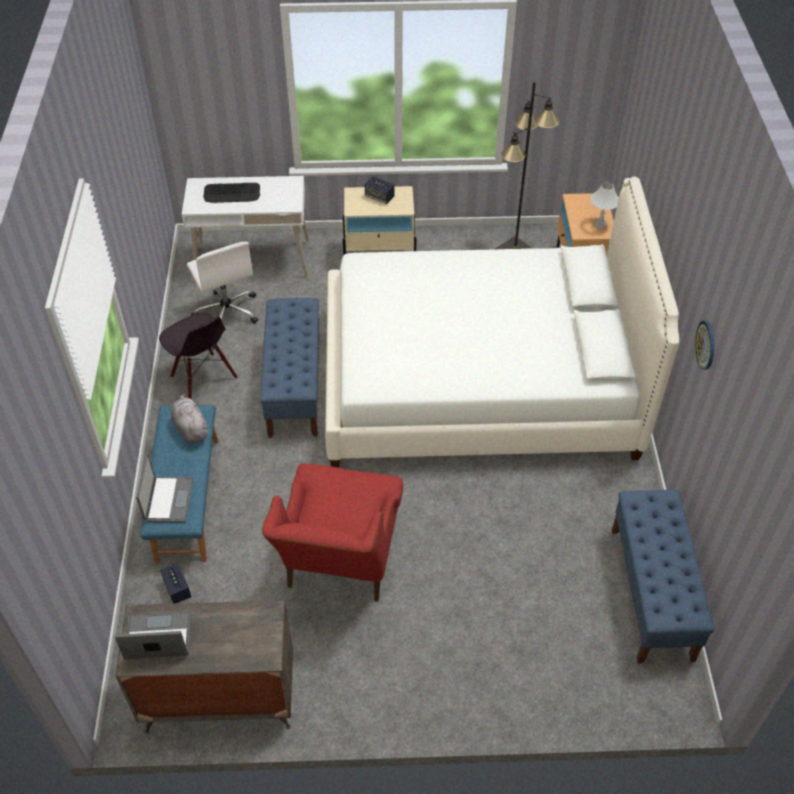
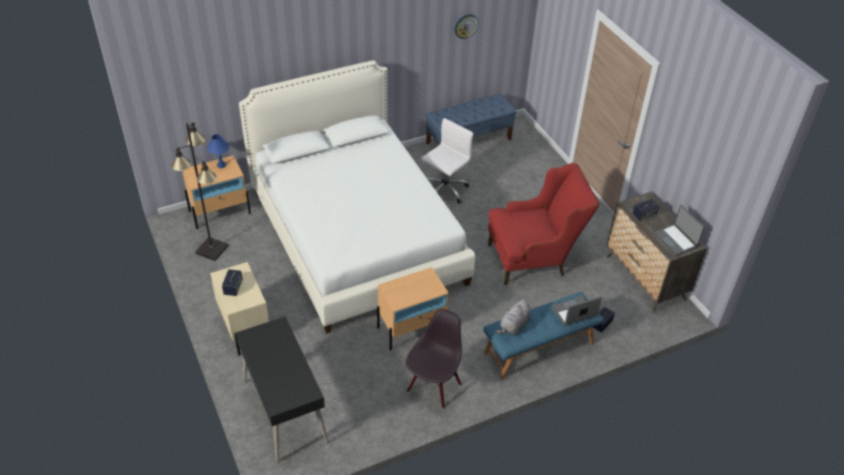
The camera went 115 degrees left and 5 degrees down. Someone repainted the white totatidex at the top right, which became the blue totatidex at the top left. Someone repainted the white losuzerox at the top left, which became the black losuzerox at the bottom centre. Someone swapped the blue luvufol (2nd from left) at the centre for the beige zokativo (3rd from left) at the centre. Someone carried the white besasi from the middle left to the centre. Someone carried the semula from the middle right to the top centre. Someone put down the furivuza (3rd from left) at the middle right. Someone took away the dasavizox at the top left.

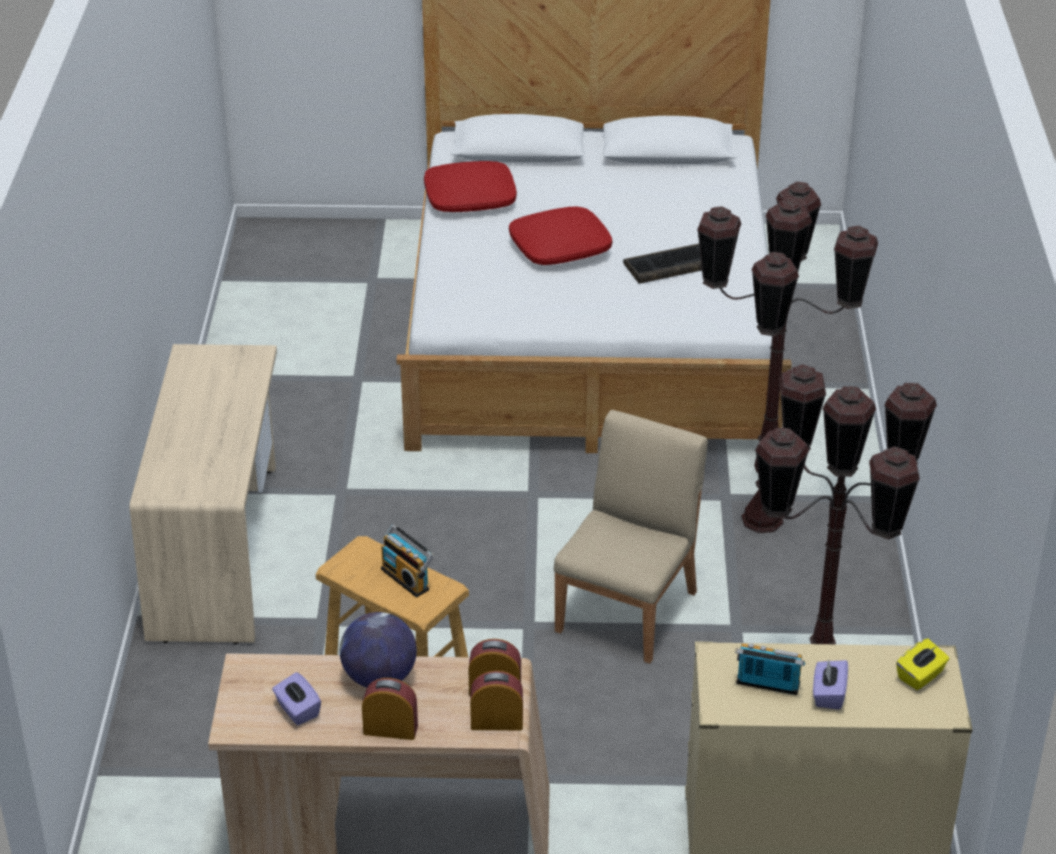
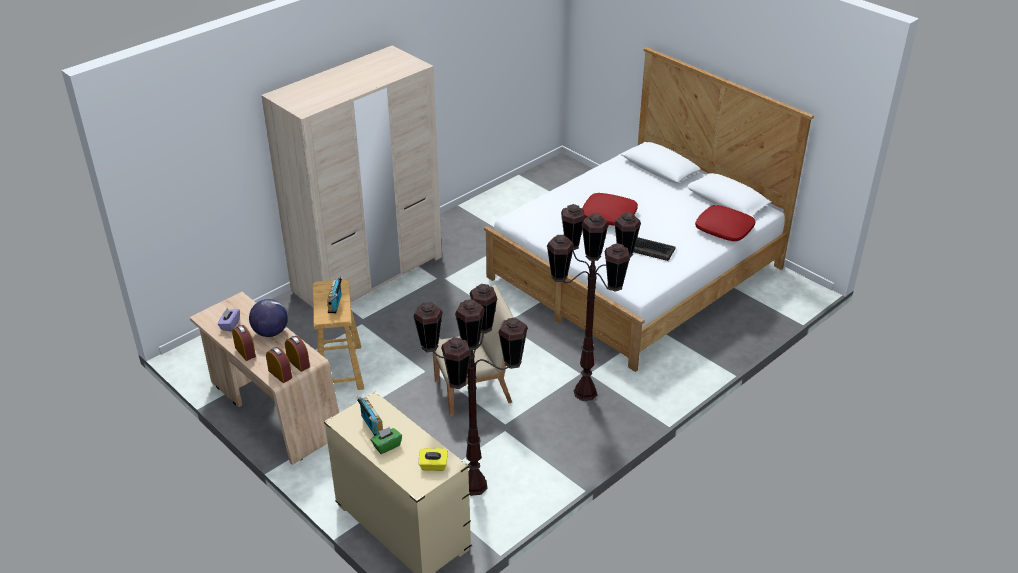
The camera went 45 degrees right and 0 degrees up. Someone swapped the beige losuzerox (1st from left) at the middle left for the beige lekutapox at the top centre. Someone repainted the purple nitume (2nd from left) at the bottom right, which became the green nitume at the bottom centre. Someone carried the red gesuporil (1st from left in the first image) from the top centre to the middle right.

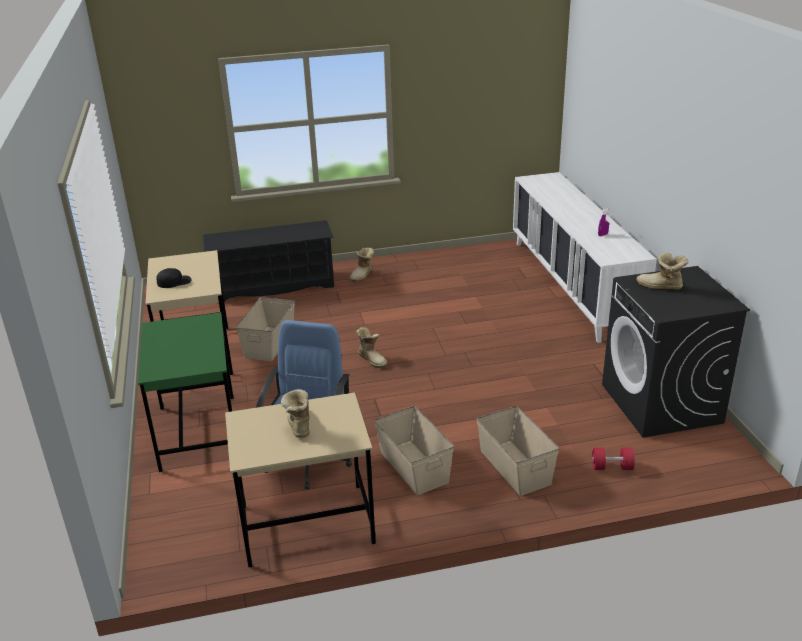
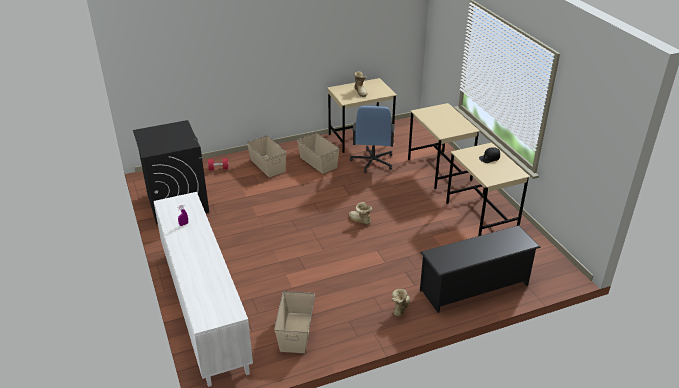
The camera went 170 degrees right and 5 degrees up. Someone carried the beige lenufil (1st from left in the first image) from the middle left to the bottom centre. Someone repainted the green losuzerox at the middle left, which became the beige losuzerox (2nd from left) at the centre. Someone took away the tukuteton (4th from left) at the middle right.

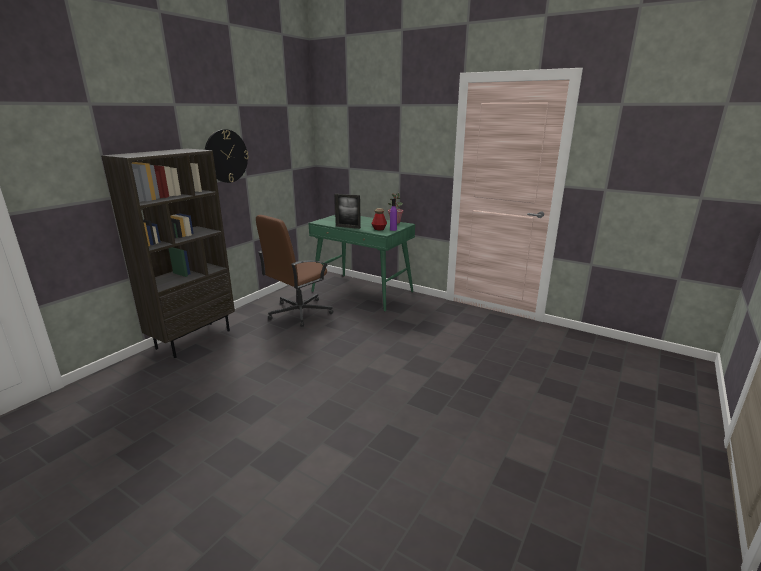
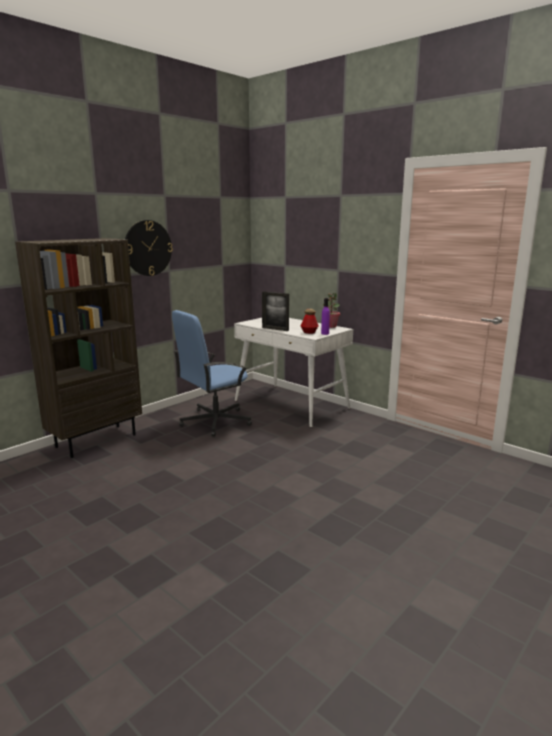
The camera went 10 degrees right and 5 degrees down. Someone repainted the brown besasi at the centre, which became the blue besasi at the centre. Someone repainted the green losuzerox at the centre, which became the white losuzerox at the centre.

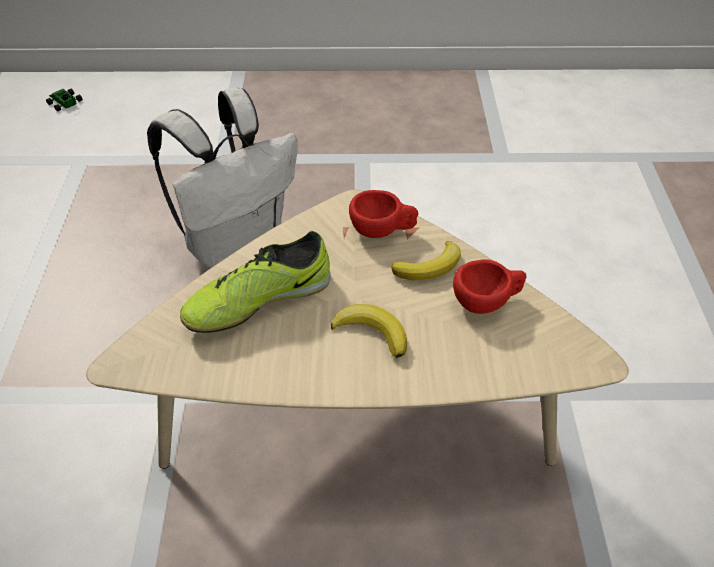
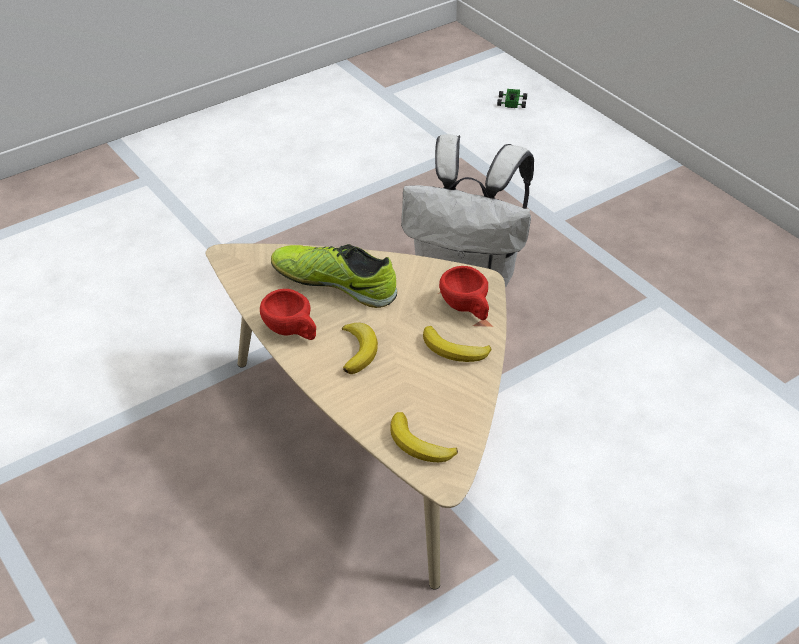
The camera went 55 degrees right and 5 degrees down. Someone carried the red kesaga (2nd from left in the first image) from the middle right to the centre. Someone put down the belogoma (2nd from left) at the bottom centre.

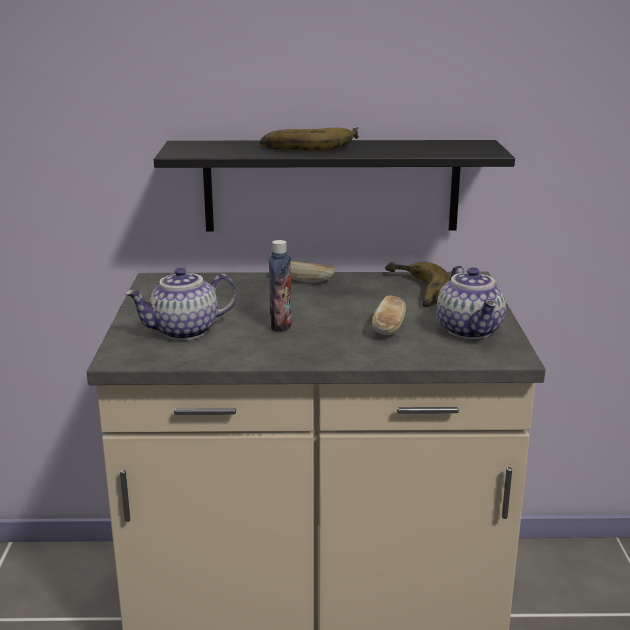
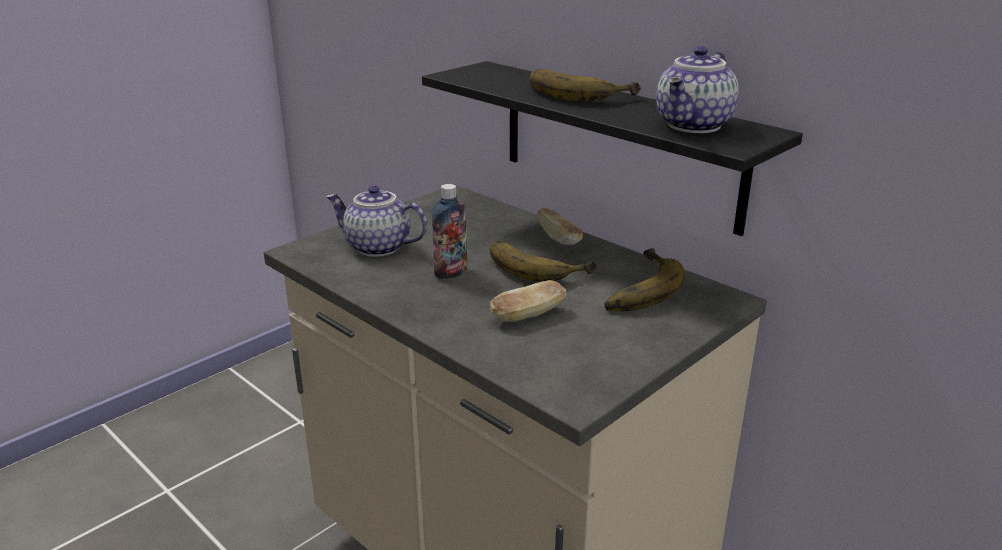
The camera went 45 degrees right and 5 degrees up. Someone put down the belogoma (1st from left) at the centre. Someone carried the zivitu (2nd from left) from the middle right to the top right.

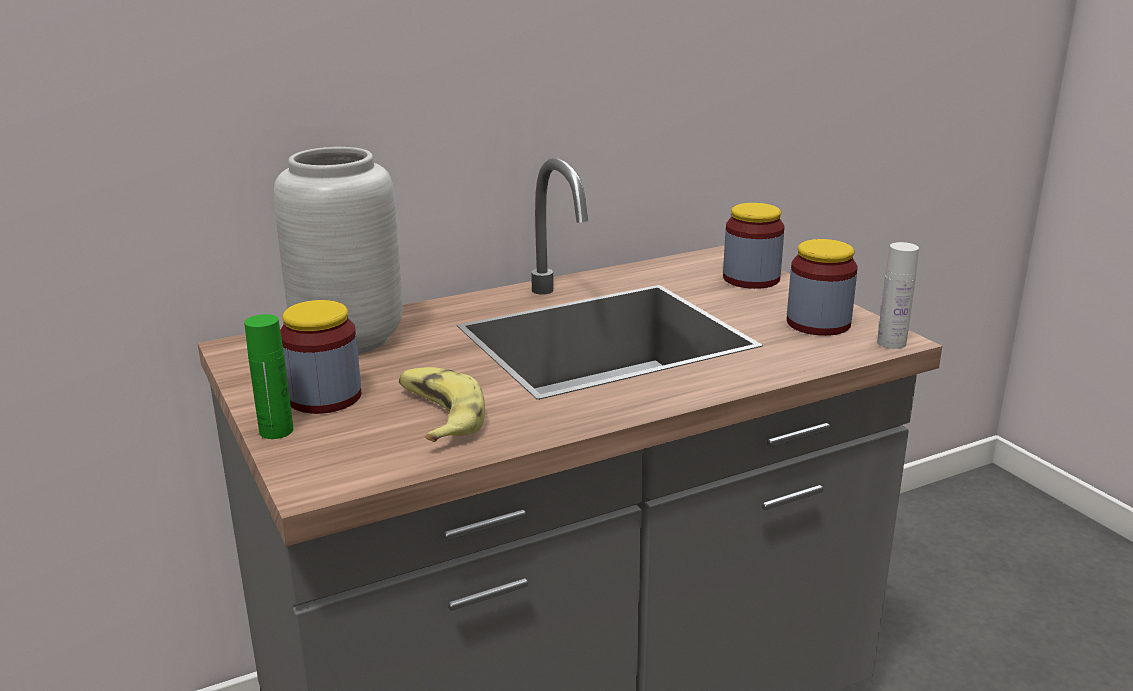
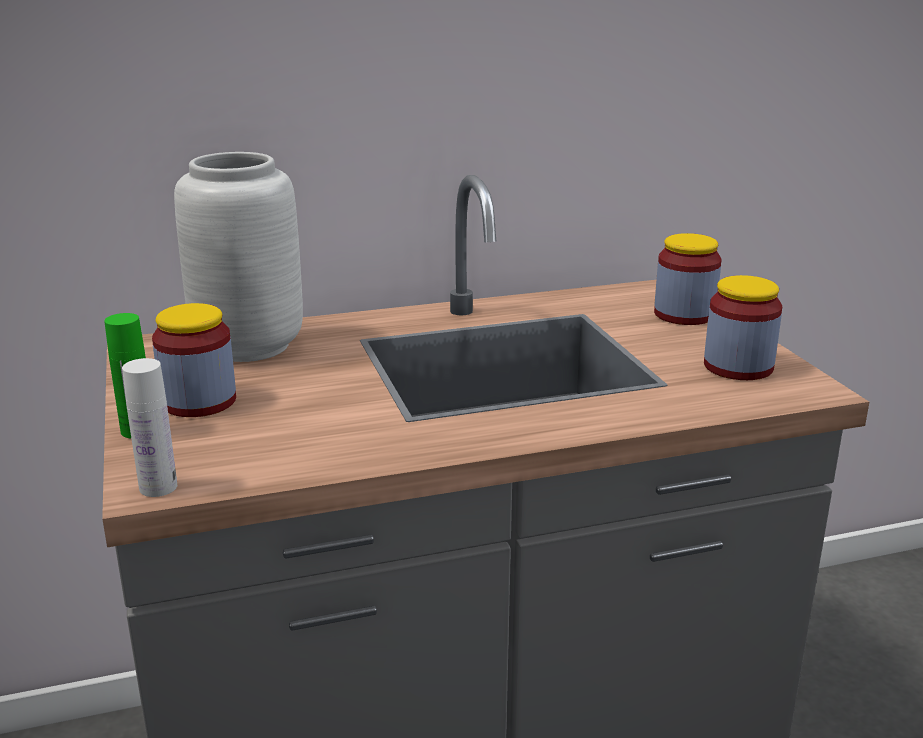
The camera went 10 degrees right and 0 degrees up. Someone carried the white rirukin from the middle right to the middle left. Someone took away the belogoma at the centre.

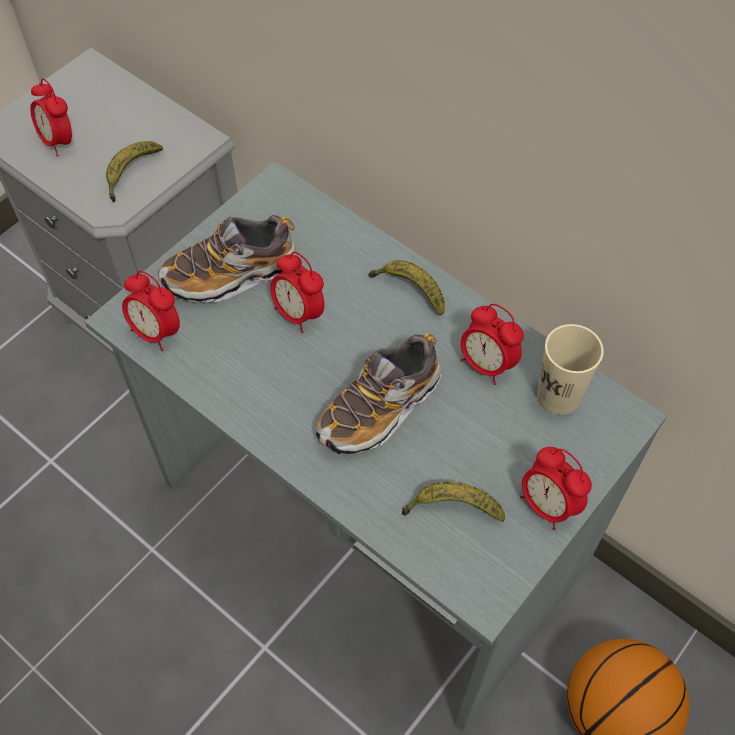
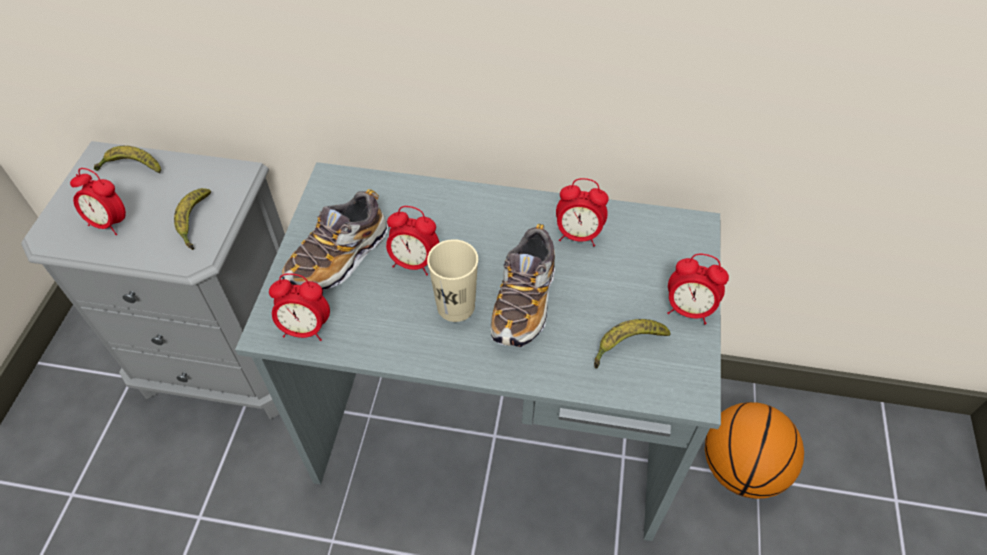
The camera went 30 degrees left and 5 degrees down. Someone carried the belogoma (2nd from left in the first image) from the centre to the top left. Someone carried the beige kesaga from the middle right to the centre.

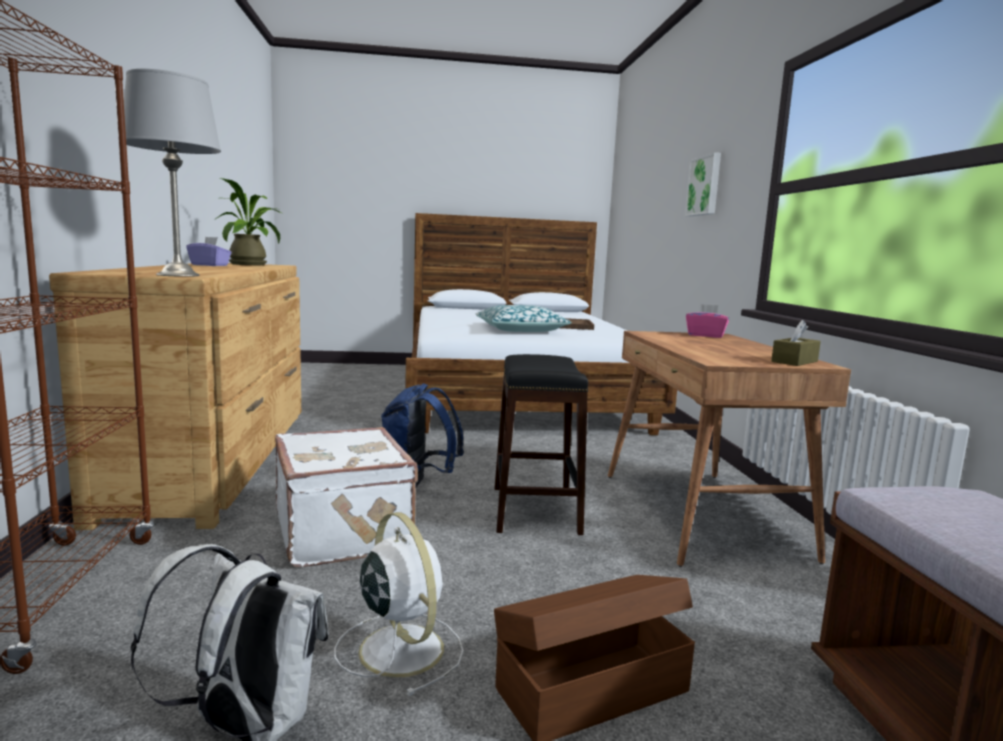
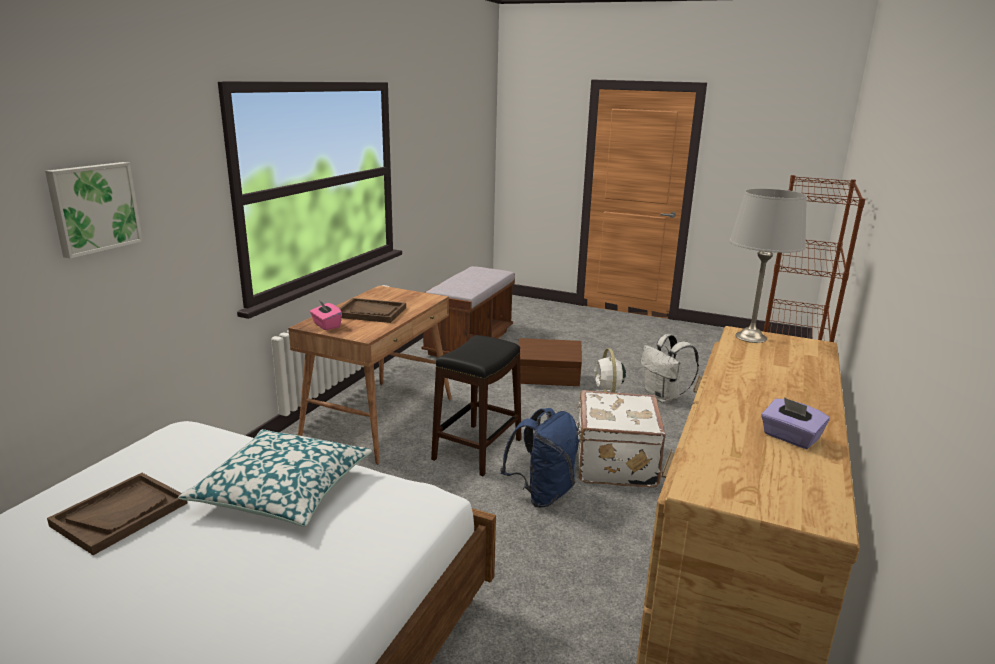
The camera went 150 degrees left and 10 degrees up. Someone put down the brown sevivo (2nd from left) at the centre. Someone took away the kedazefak at the top left. Someone took away the brown nitume at the middle right.

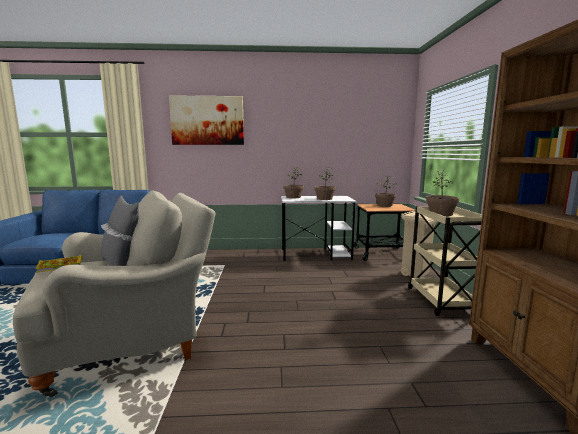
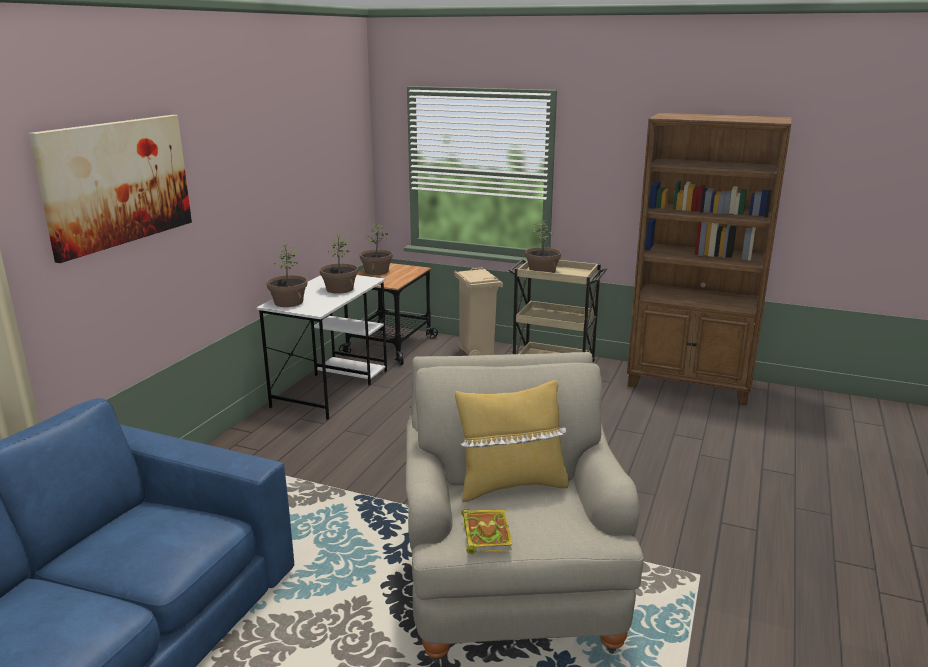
The camera went 65 degrees left and 10 degrees up. Someone repainted the grey gesuporil at the middle left, which became the yellow gesuporil at the centre.

